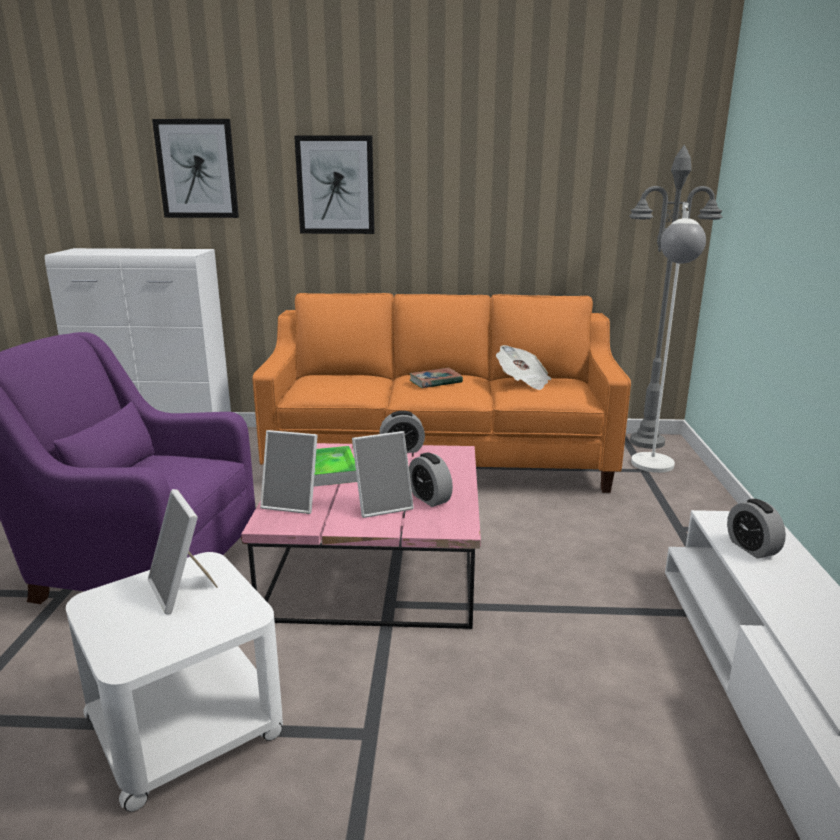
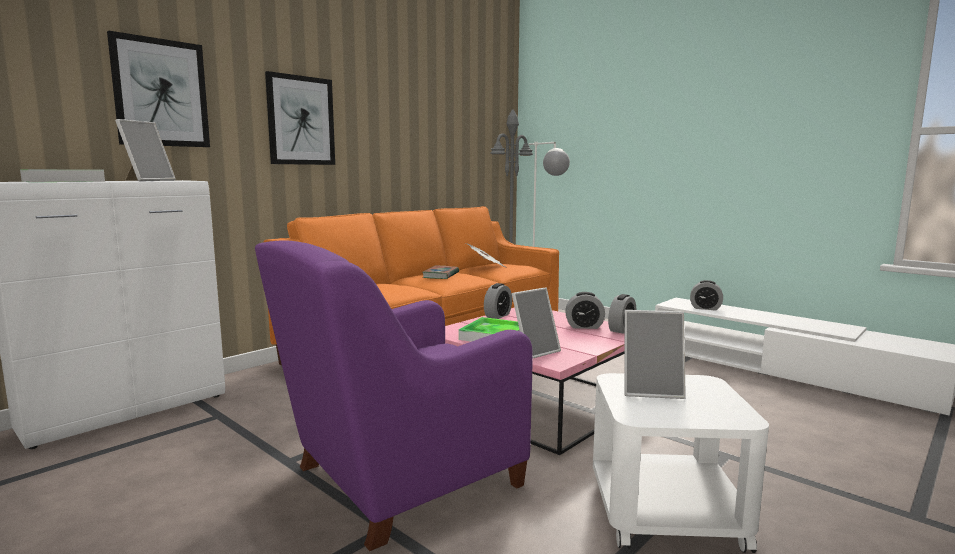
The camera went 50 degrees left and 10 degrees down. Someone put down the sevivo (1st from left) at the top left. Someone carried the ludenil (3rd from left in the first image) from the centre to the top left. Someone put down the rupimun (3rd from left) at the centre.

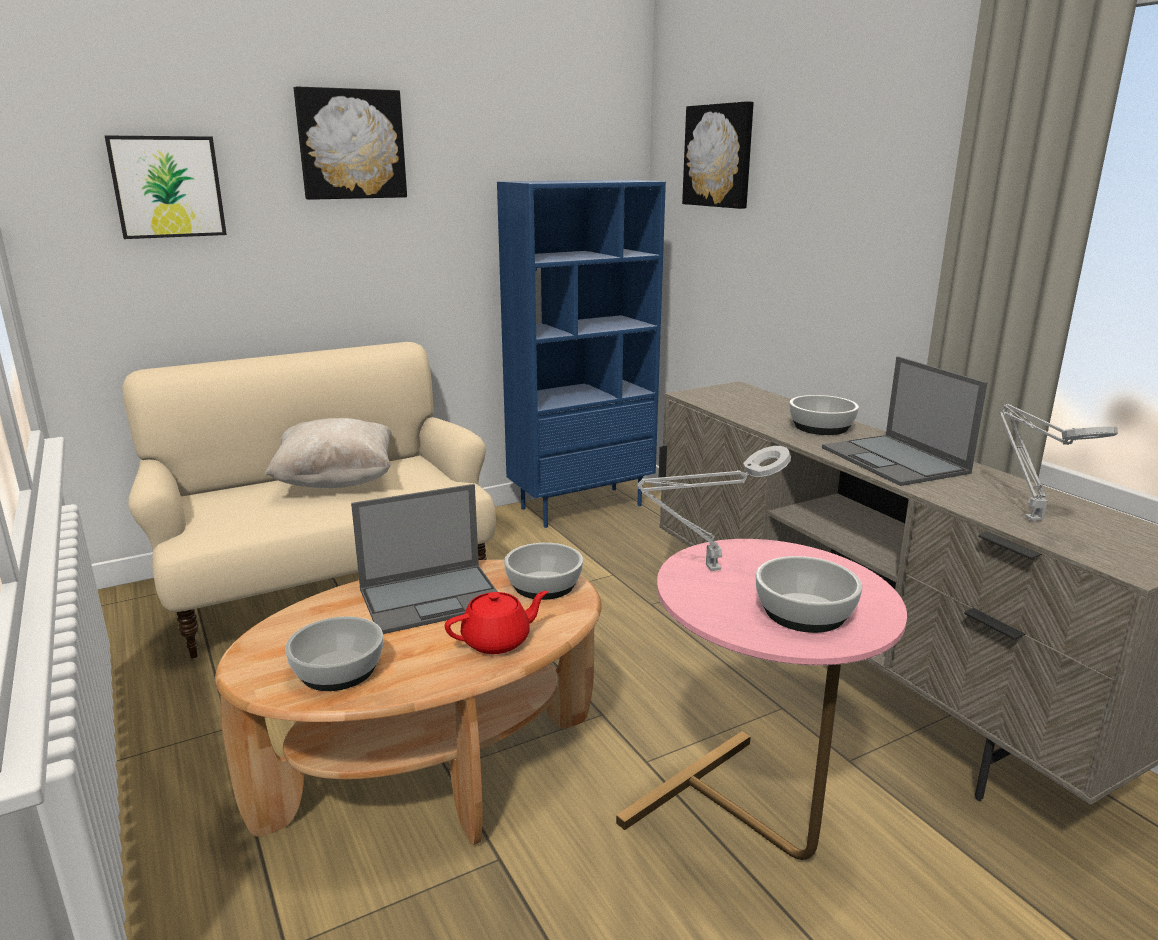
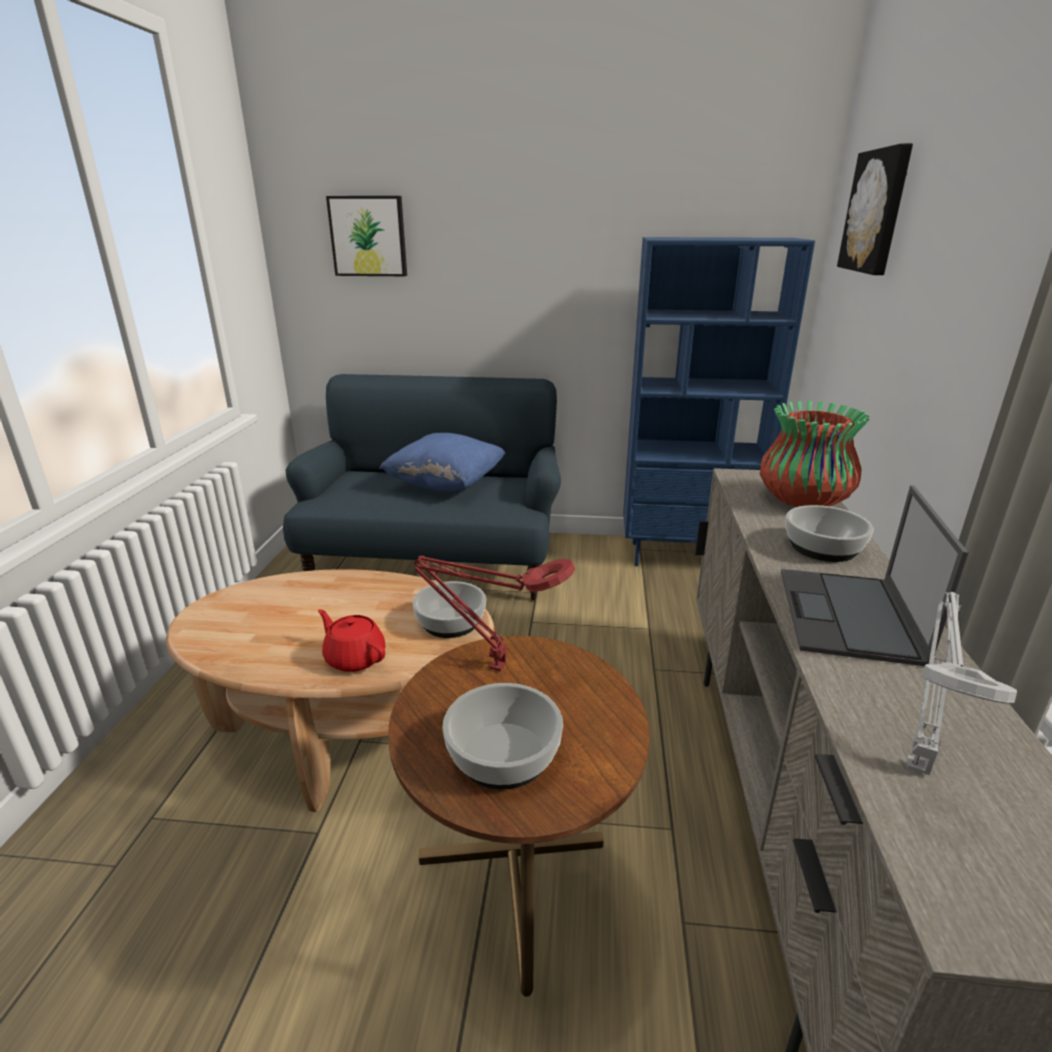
The camera went 35 degrees right and 5 degrees up. Someone repainted the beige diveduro at the middle left, which became the blue diveduro at the centre. Someone rotated the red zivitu at the centre by 150 degrees counterclockwise. Someone repainted the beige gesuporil at the middle left, which became the blue gesuporil at the centre. Someone repainted the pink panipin at the bottom centre, which became the brown panipin at the bottom centre. Someone repainted the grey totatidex (1st from left) at the centre, which became the red totatidex at the centre. Someone put down the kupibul at the middle right. Someone took away the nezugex (1st from left) at the bottom left. Someone took away the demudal (2nd from left) at the top left. Someone took away the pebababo (1st from left) at the centre.

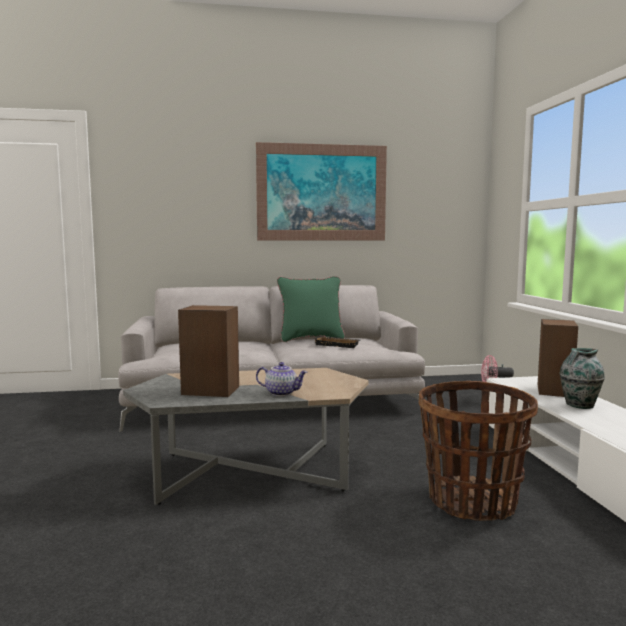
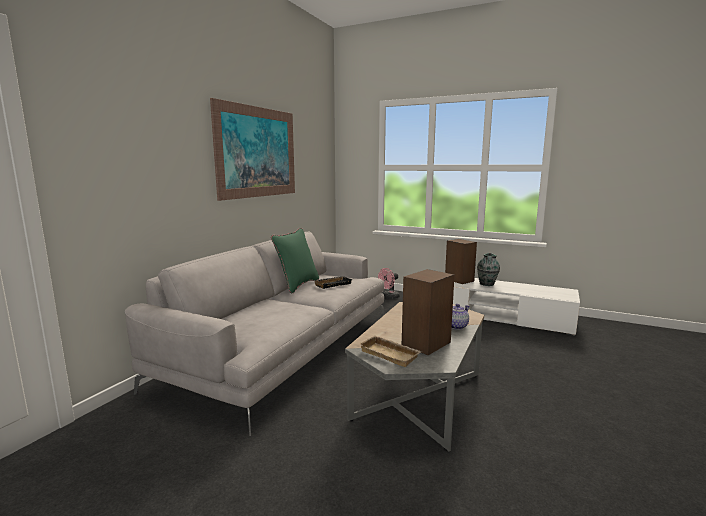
The camera went 55 degrees left and 5 degrees up. Someone put down the beige sevivo at the bottom centre. Someone took away the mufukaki at the bottom right.

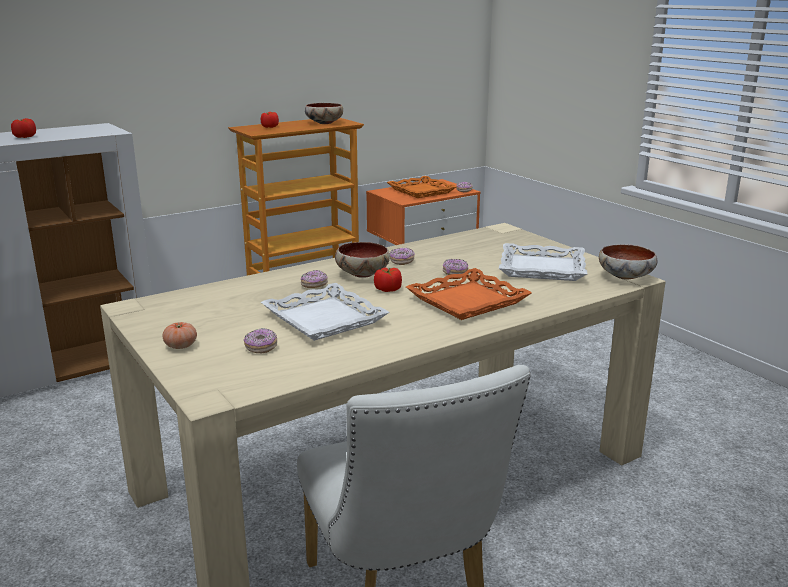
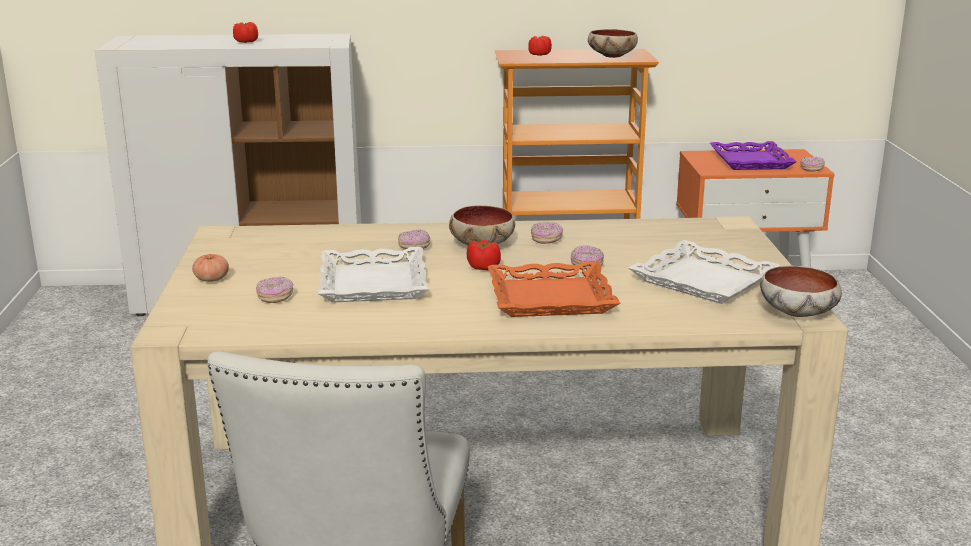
The camera went 30 degrees right and 0 degrees up. Someone repainted the orange sevivo (1st from left) at the top centre, which became the purple sevivo at the top right.

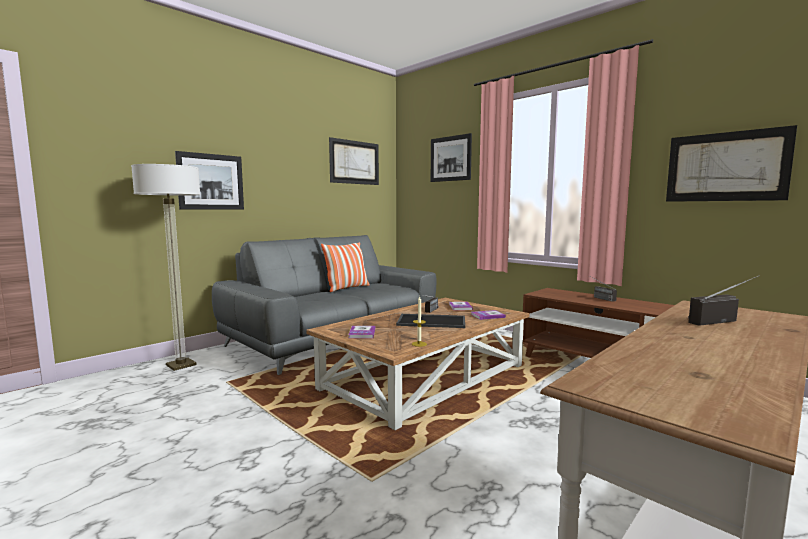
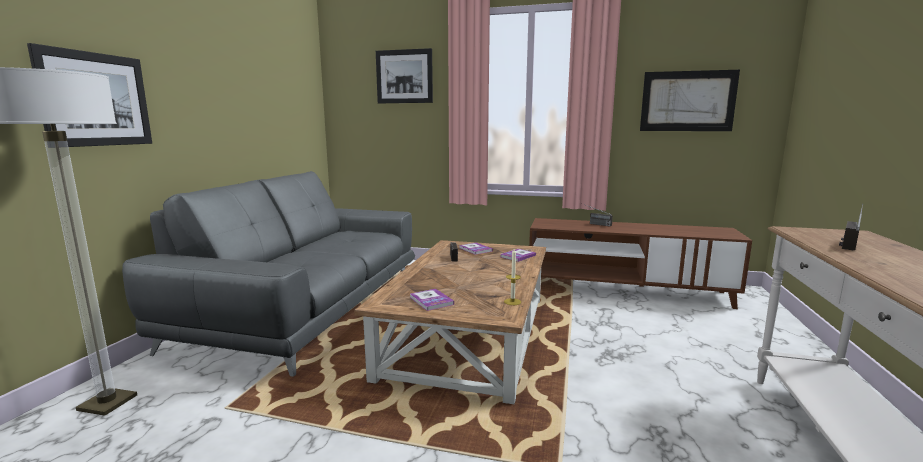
The camera went 30 degrees left and 5 degrees up. Someone took away the gesuporil at the centre. Someone took away the demudal (2nd from left) at the top centre. Someone took away the sevivo at the centre.

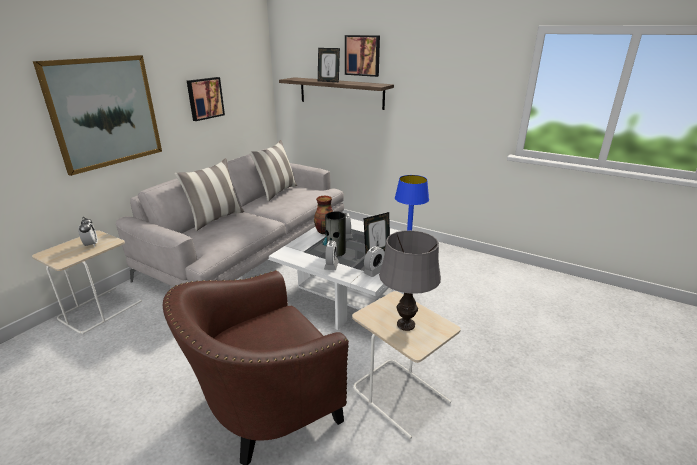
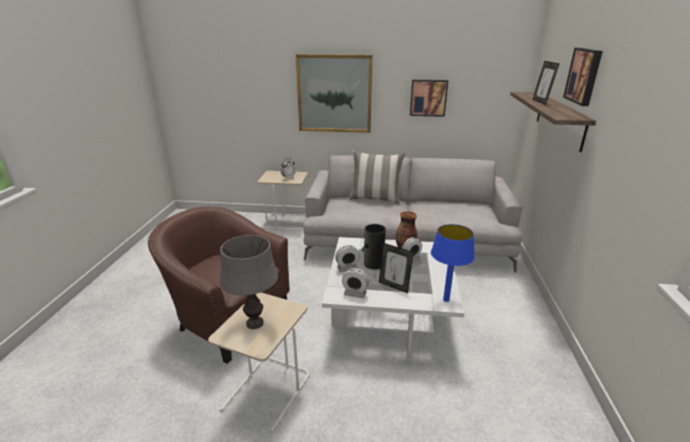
The camera went 65 degrees right and 0 degrees up. Someone took away the gesuporil (2nd from left) at the centre.

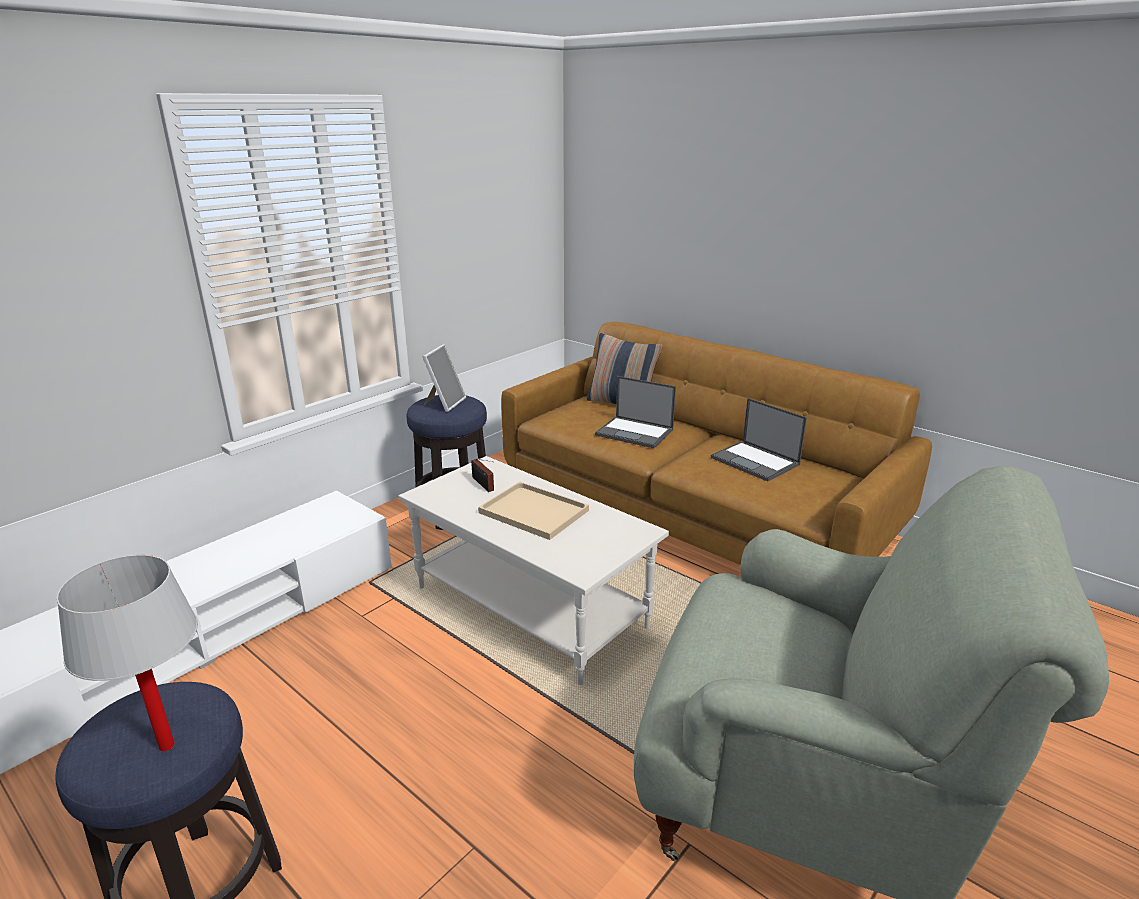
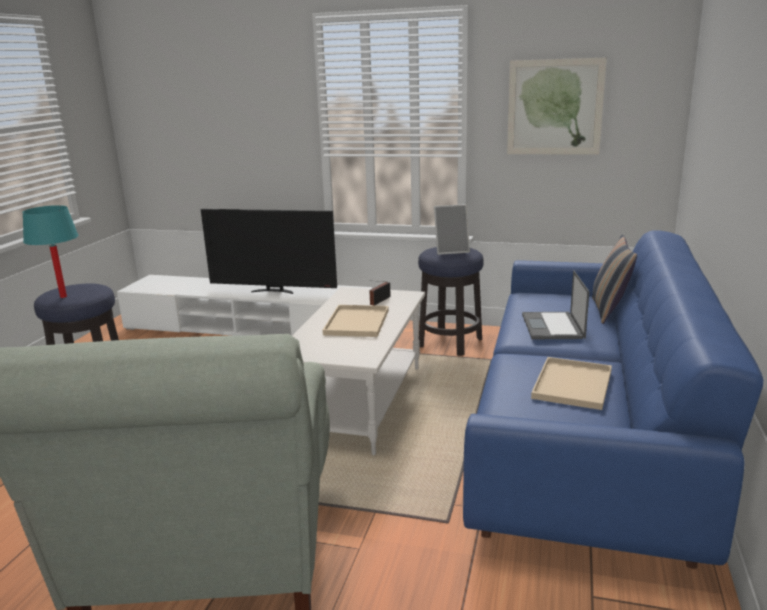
The camera went 65 degrees right and 5 degrees down. Someone repainted the white totatidex at the bottom left, which became the turquoise totatidex at the middle left. Someone put down the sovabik at the centre. Someone repainted the brown diveduro at the centre, which became the blue diveduro at the middle right. Someone put up the demudal at the top right. Someone swapped the pebababo (2nd from left) at the centre for the beige sevivo (2nd from left) at the middle right.

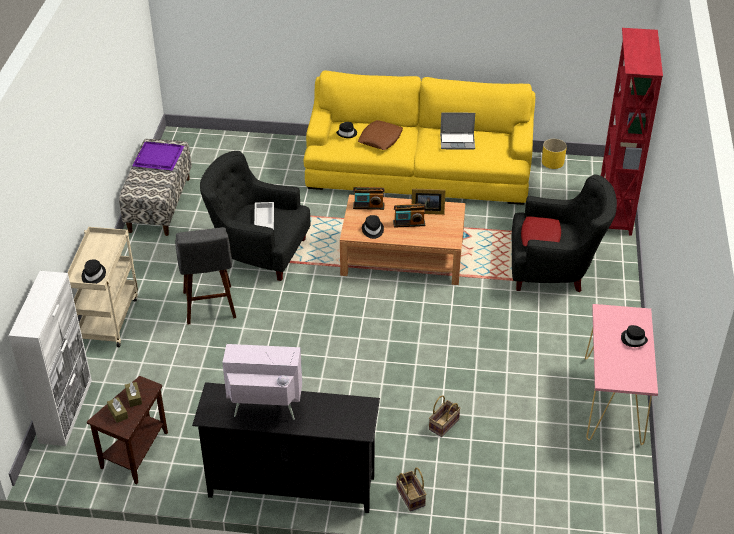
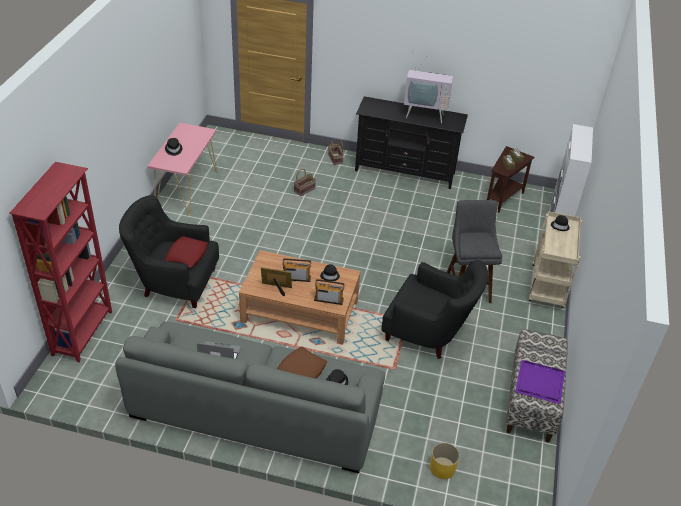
The camera went 175 degrees left and 0 degrees up. Someone repainted the yellow diveduro at the top centre, which became the grey diveduro at the bottom centre. Someone carried the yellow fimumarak from the top right to the bottom centre. Someone took away the white sevivo at the centre.

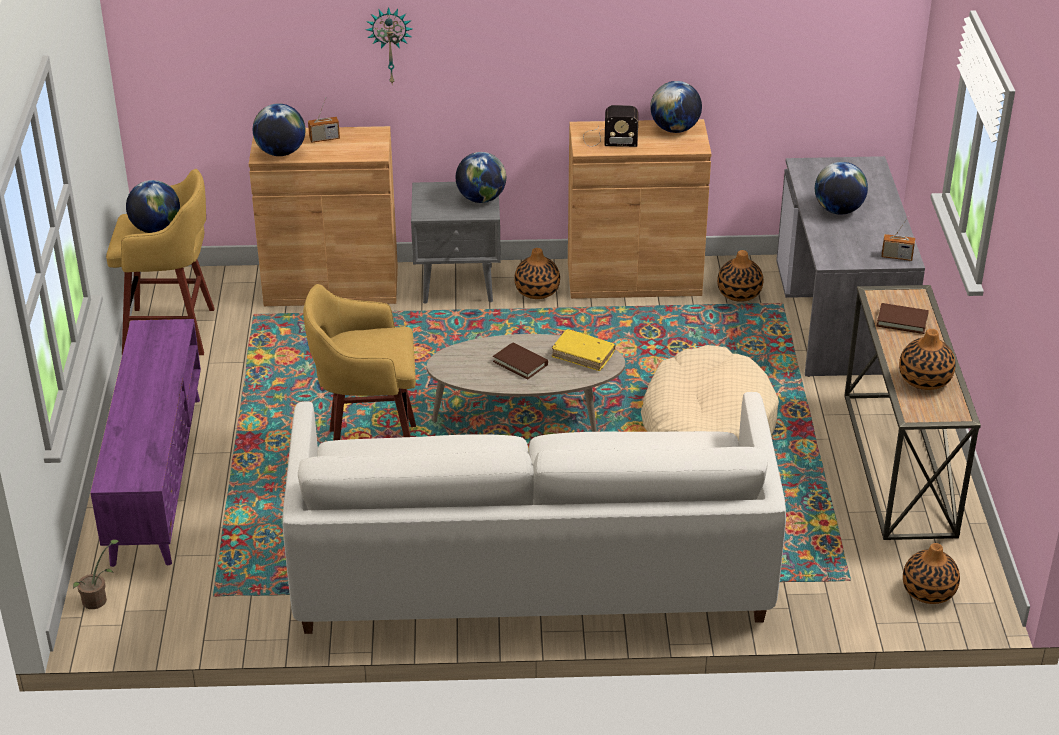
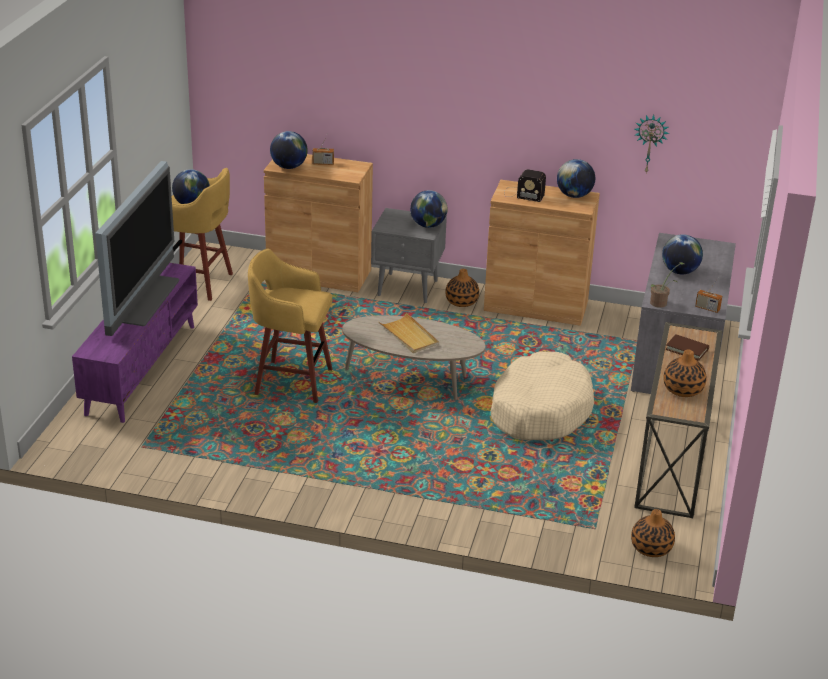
The camera went 15 degrees right and 5 degrees down. Someone put down the sovabik at the middle left. Someone swapped the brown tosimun (1st from left) at the centre for the beige sevivo at the centre. Someone carried the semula from the top centre to the top right. Someone carried the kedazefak from the bottom left to the middle right. Someone took away the white diveduro at the bottom centre. Someone took away the yellow tosimun at the centre. Someone took away the kupibul (2nd from left) at the middle right.

